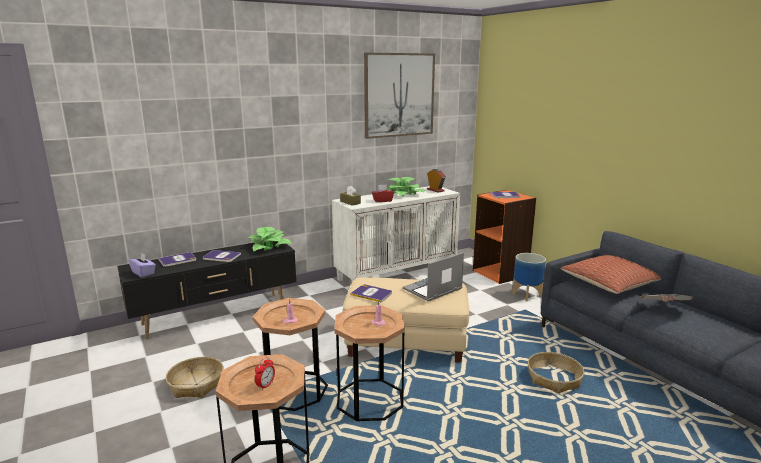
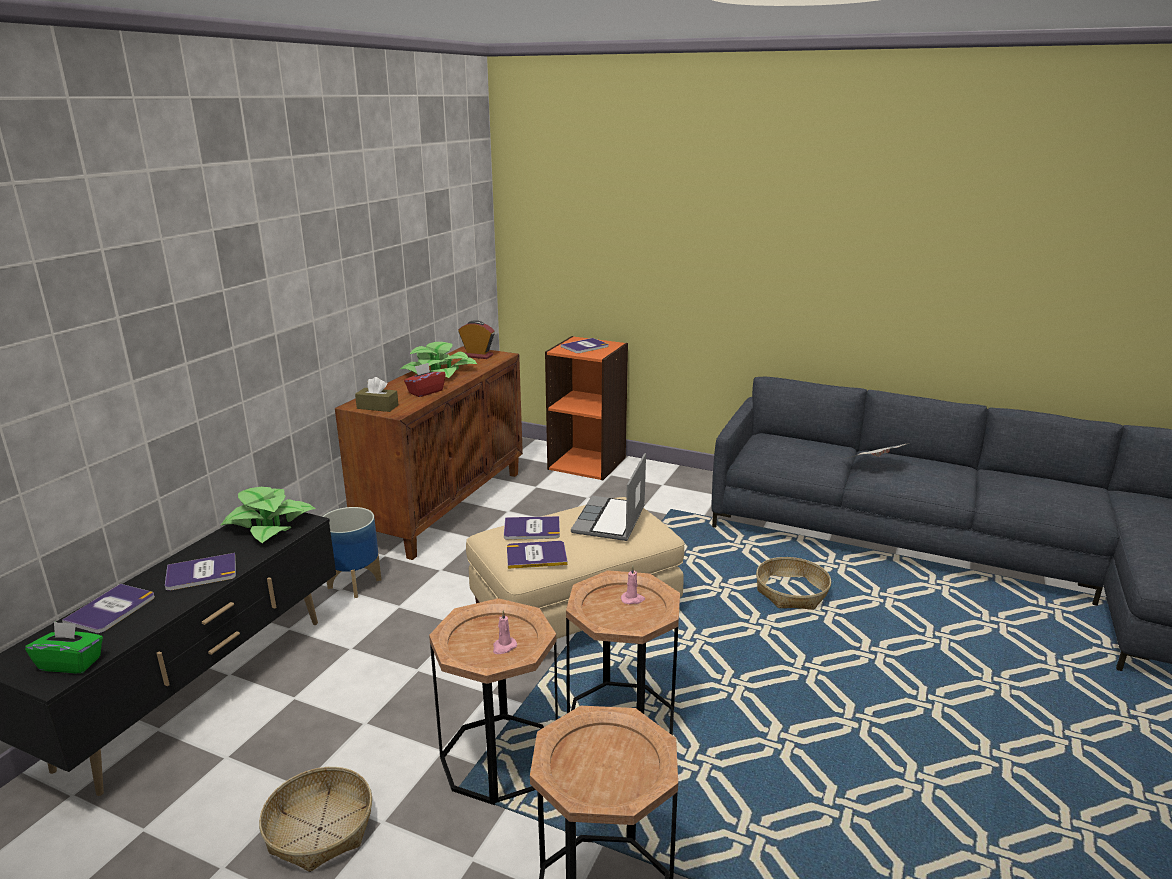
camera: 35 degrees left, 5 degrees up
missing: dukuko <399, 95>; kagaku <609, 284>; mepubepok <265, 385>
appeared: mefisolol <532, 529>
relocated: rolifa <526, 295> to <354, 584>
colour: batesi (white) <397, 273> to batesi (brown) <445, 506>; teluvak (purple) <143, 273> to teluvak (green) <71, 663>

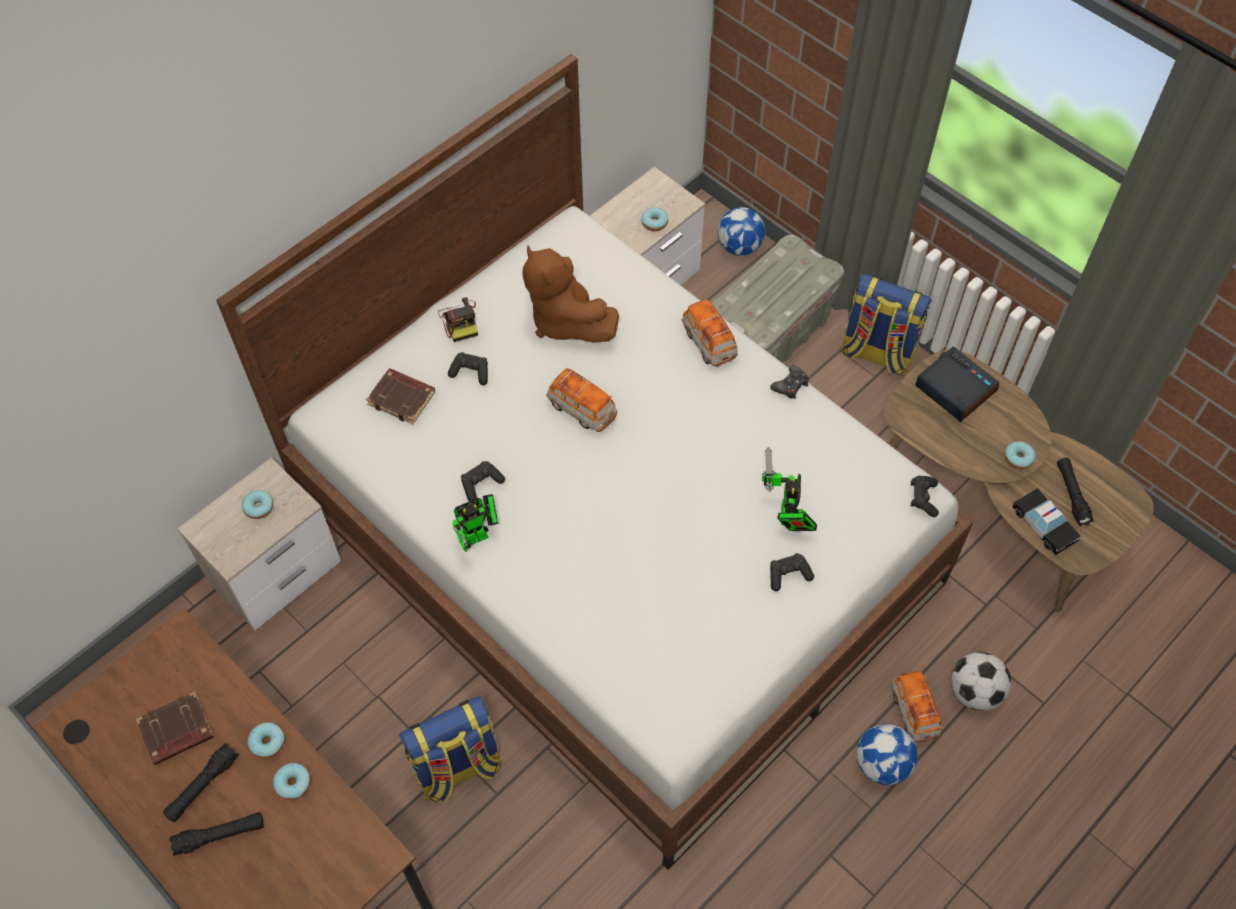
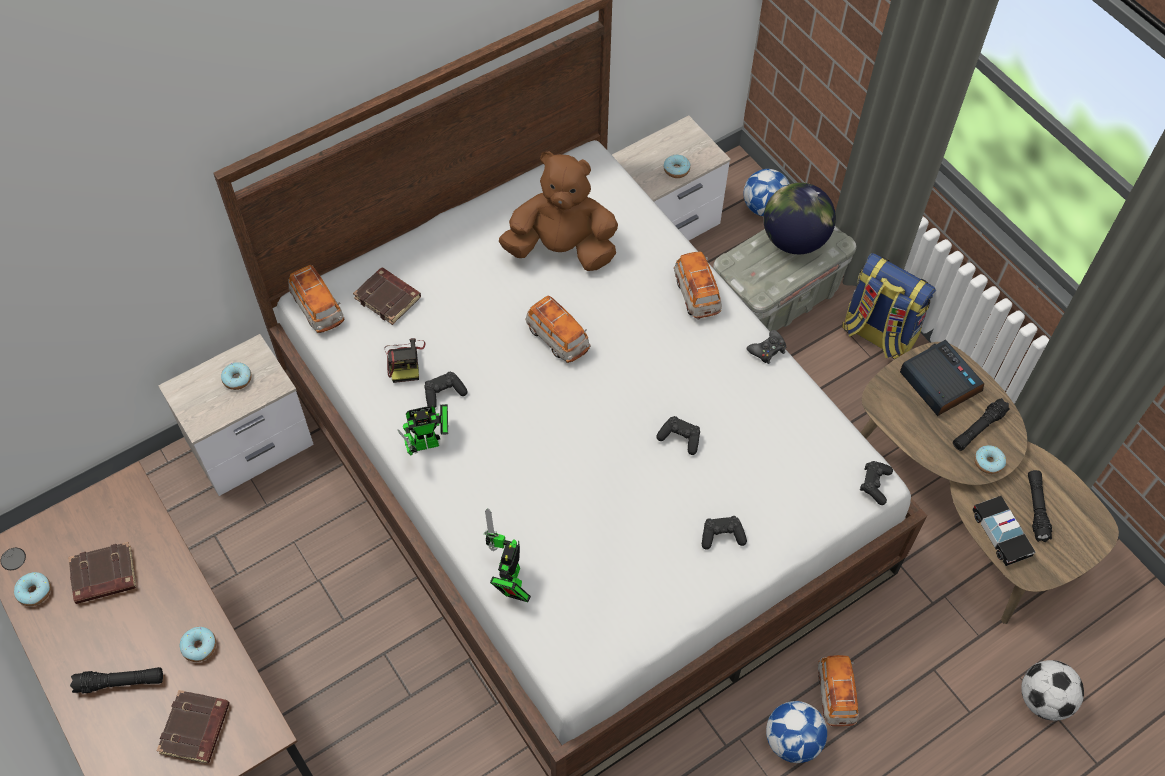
camera: 10 degrees right, 0 degrees up
missing: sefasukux <457, 768>
appeared: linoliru <794, 240>; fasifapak <318, 308>; mefisolol (brown) <196, 729>
relocated: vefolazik <460, 321> to <405, 361>; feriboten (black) <471, 372> to <680, 438>; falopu <787, 518> to <509, 582>; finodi <974, 692> to <1043, 699>; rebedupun <268, 743> to <35, 592>; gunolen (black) <202, 786> to <978, 429>
spun: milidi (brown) <565, 320> = <562, 249> 120 degrees clockwise

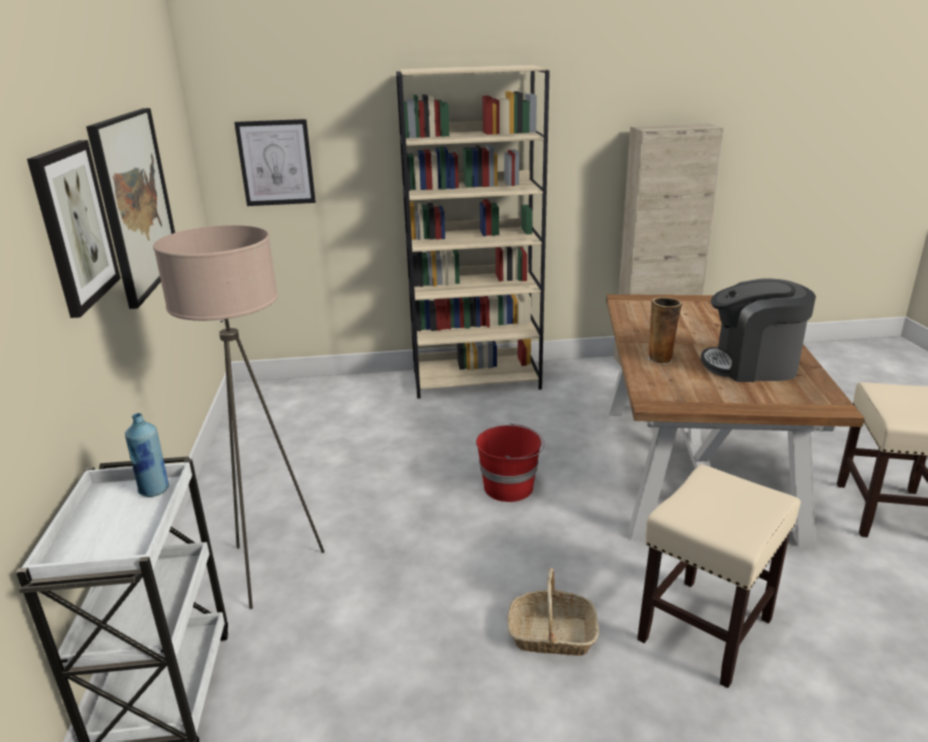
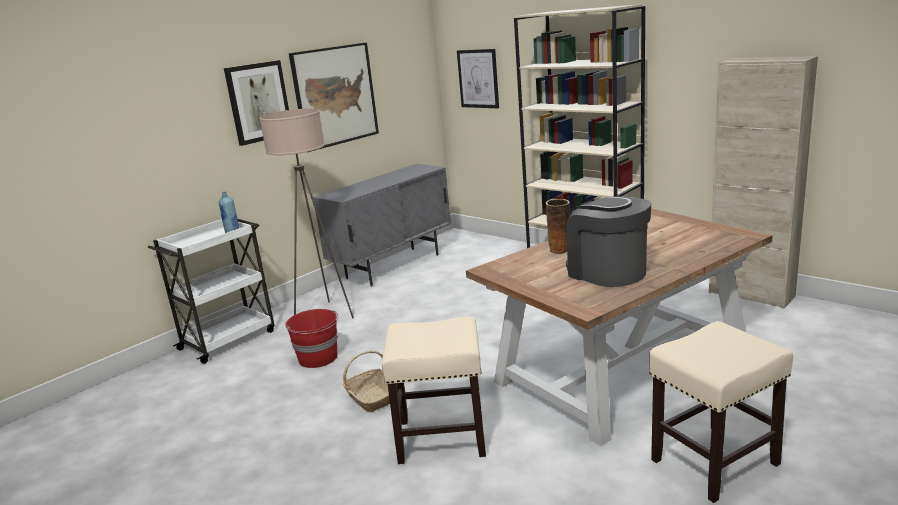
camera: 50 degrees right, 5 degrees down
appeared: batesi (grey) <393, 266>
relocated: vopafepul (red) <509, 487> to <318, 358>

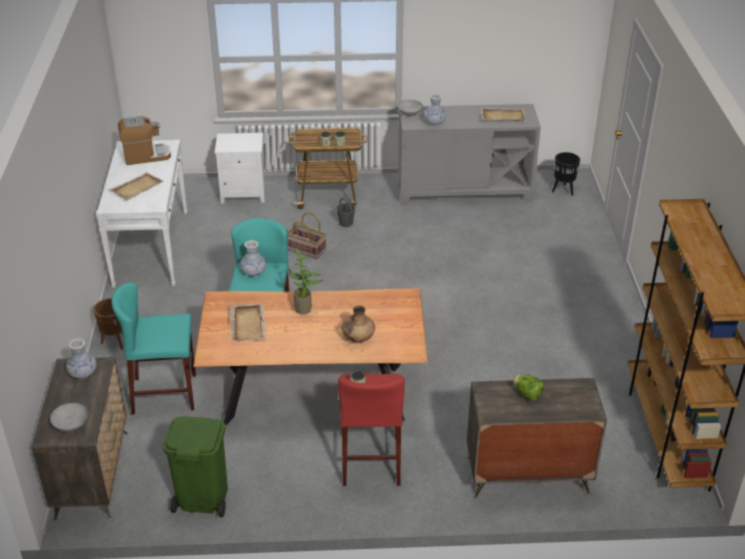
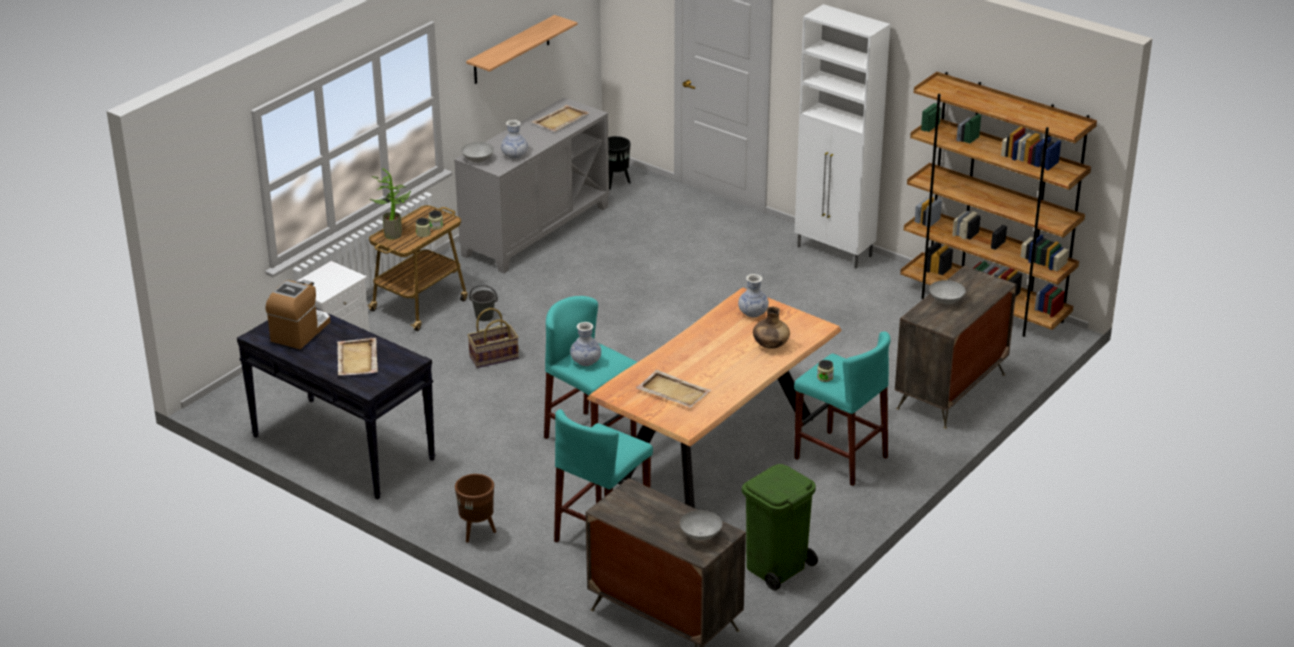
camera: 50 degrees left, 5 degrees down
appeared: batesi (white) <835, 252>; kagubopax <511, 50>
relocated: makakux <305, 309> to <394, 234>; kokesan <83, 373> to <753, 313>
exchanged: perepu <527, 394> to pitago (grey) <946, 301>
colour: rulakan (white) <151, 247> to rulakan (black) <342, 447>; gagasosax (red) <371, 460> to gagasosax (turquoise) <840, 457>

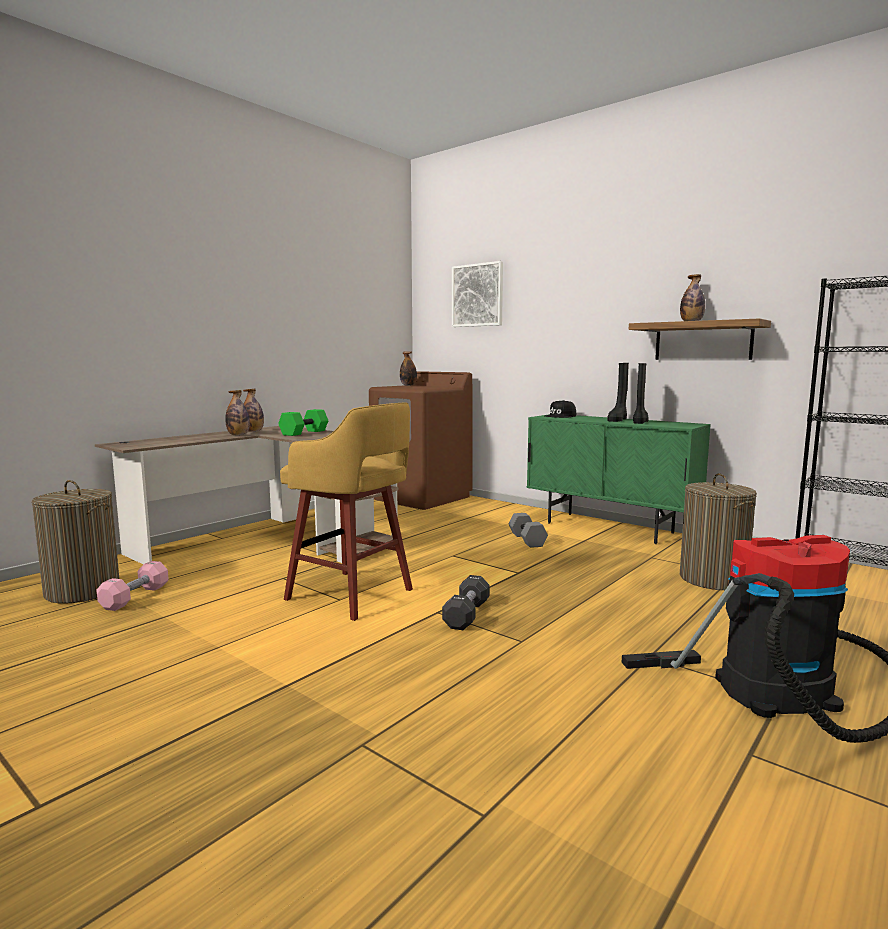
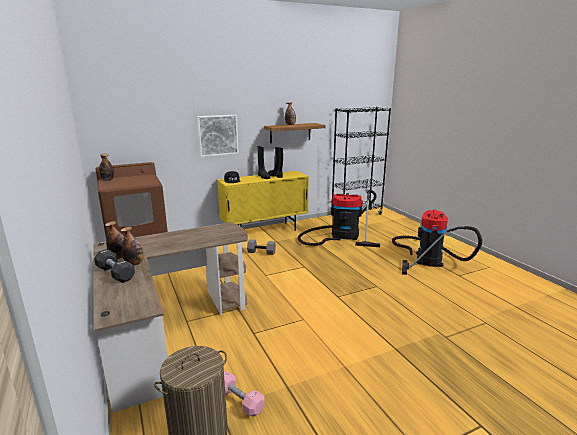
camera: 65 degrees left, 10 degrees up
missing: gagasosax (yellow) <352, 595>; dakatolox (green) <304, 433>
relocated: dukuko <477, 295> to <218, 135>; dakatolox (black) <466, 615> to <115, 273>
exchanged: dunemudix <713, 579> to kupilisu <341, 235>
colour: batesi (green) <609, 528> to batesi (yellow) <265, 231>

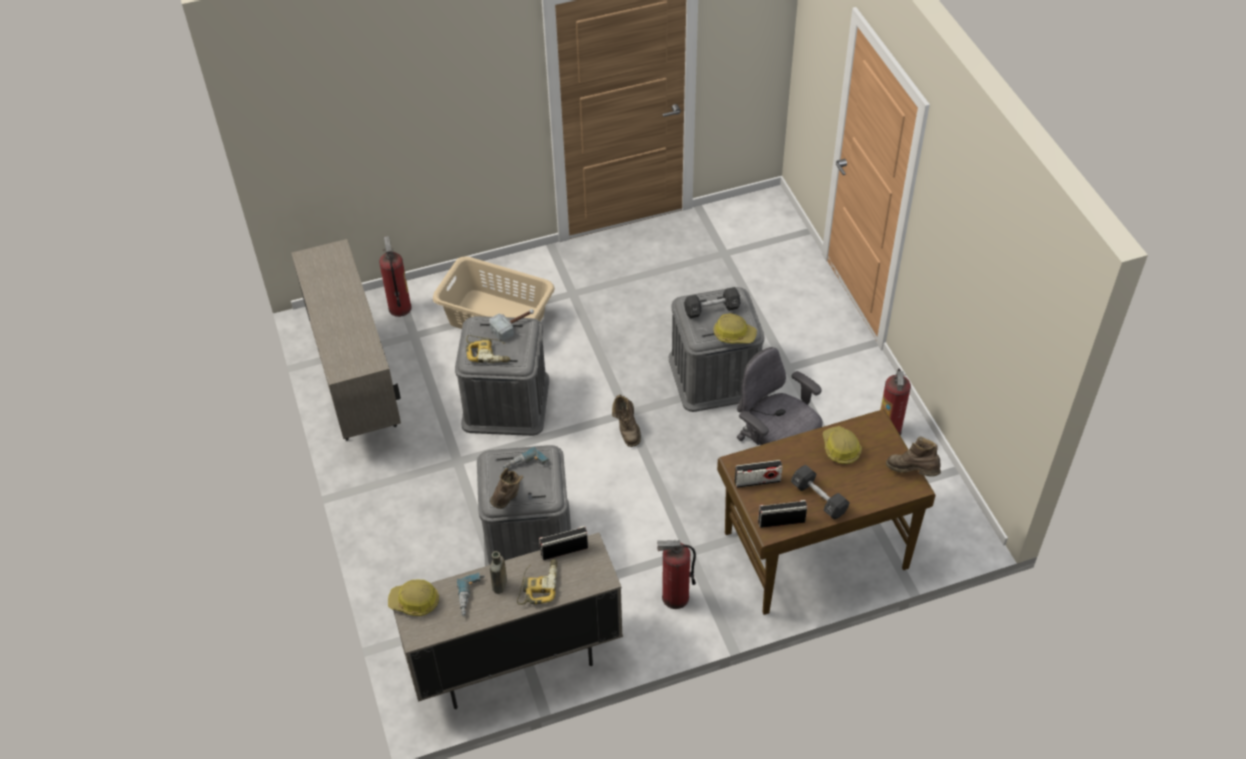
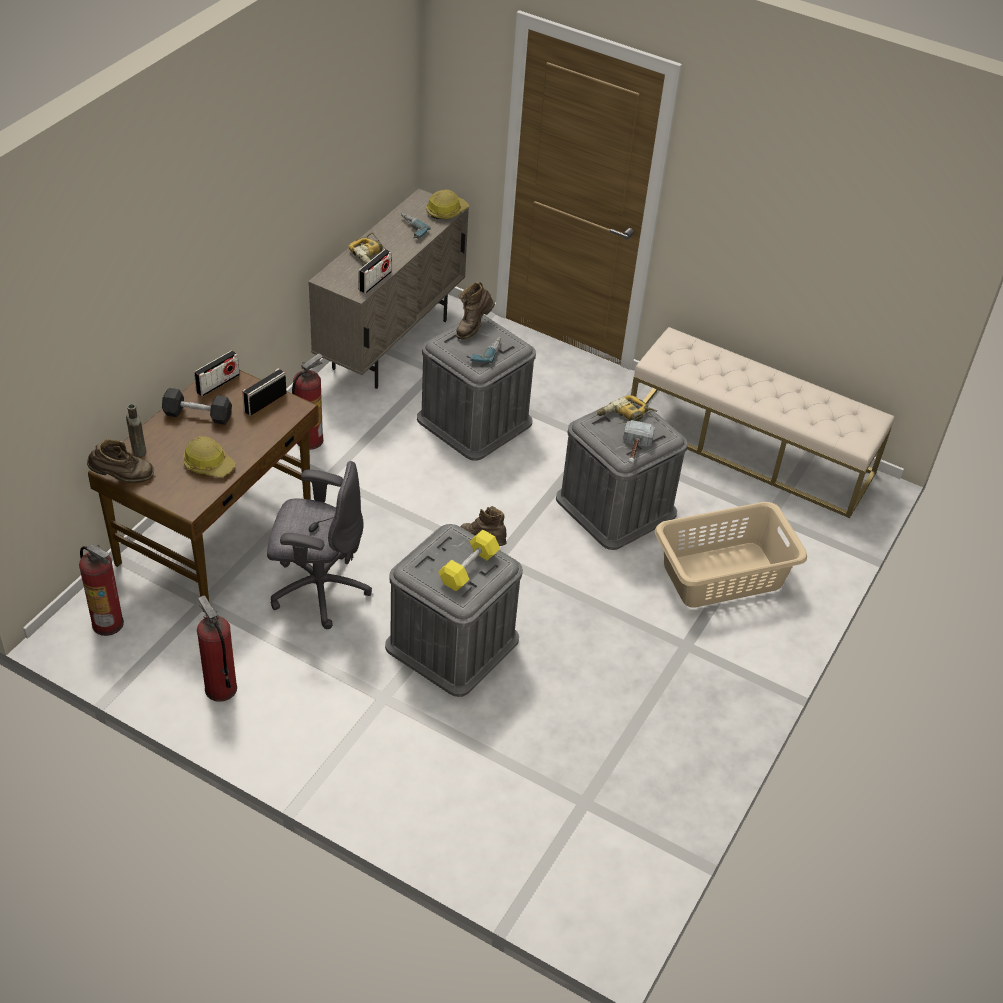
camera: 135 degrees right, 5 degrees down
missing: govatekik <734, 334>
relocated: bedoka <399, 308> to <108, 623>; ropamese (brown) <499, 586> to <138, 449>
exchanged: batesi (beige) <357, 387> to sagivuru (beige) <750, 448>
colour: dakatolox (black) <711, 309> to dakatolox (yellow) <468, 568>
spun: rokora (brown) <507, 497> = <473, 327> 60 degrees clockwise

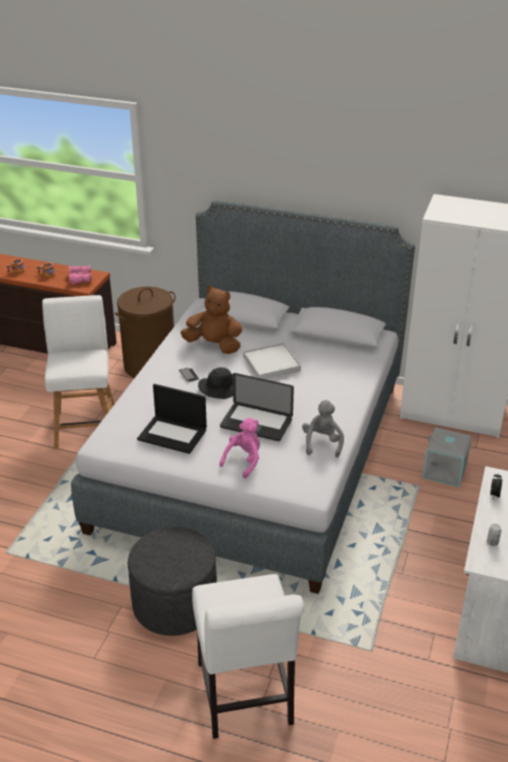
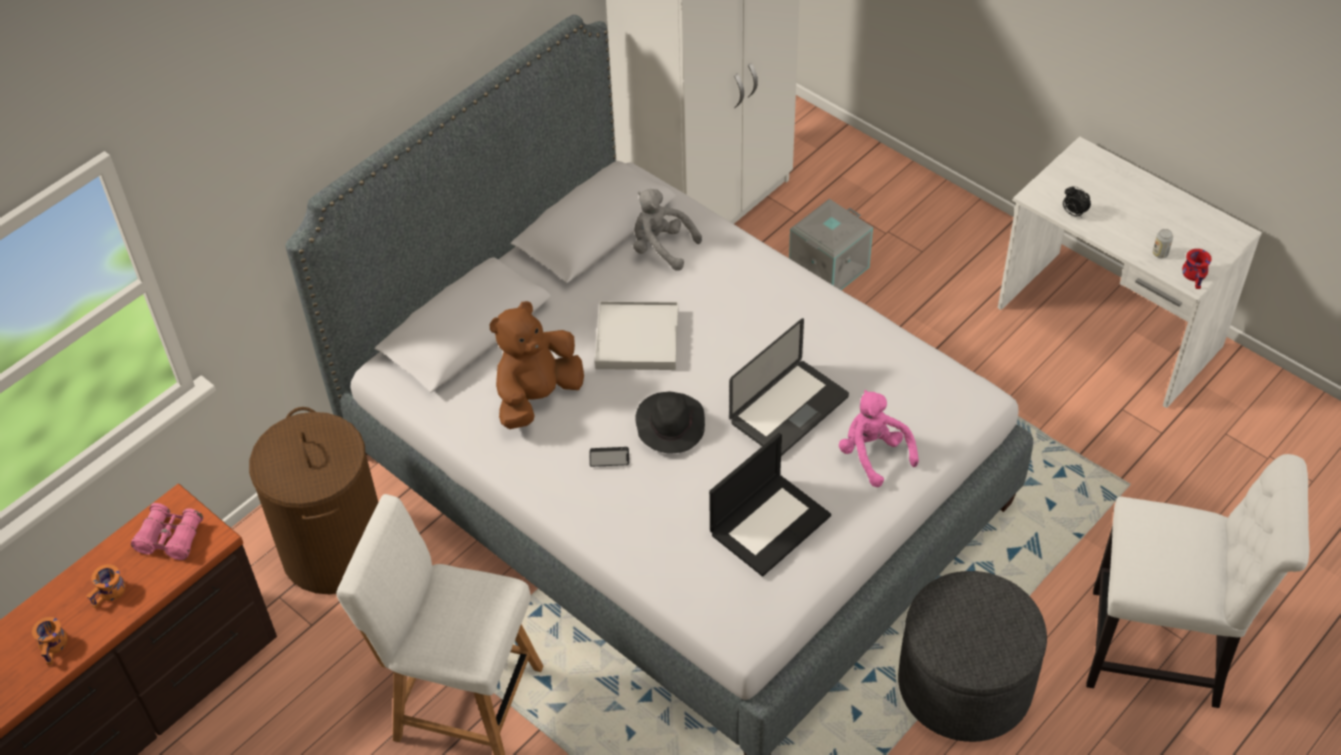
camera: 65 degrees left, 15 degrees up
appeared: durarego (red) <1196, 276>
relocated: milidi (grey) <322, 443> to <661, 247>

